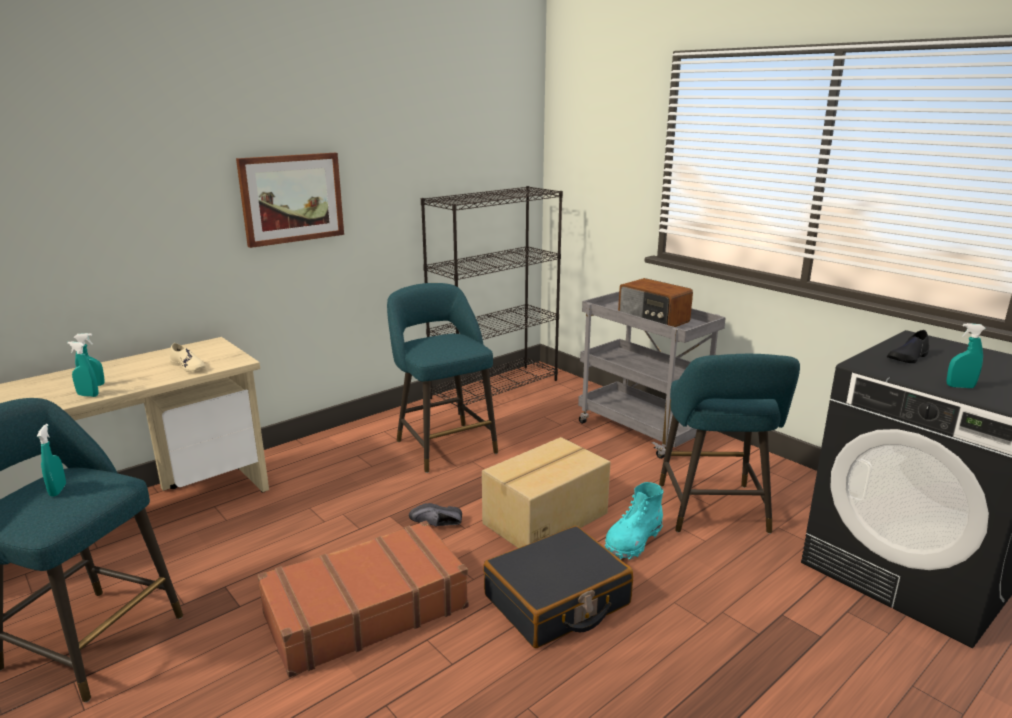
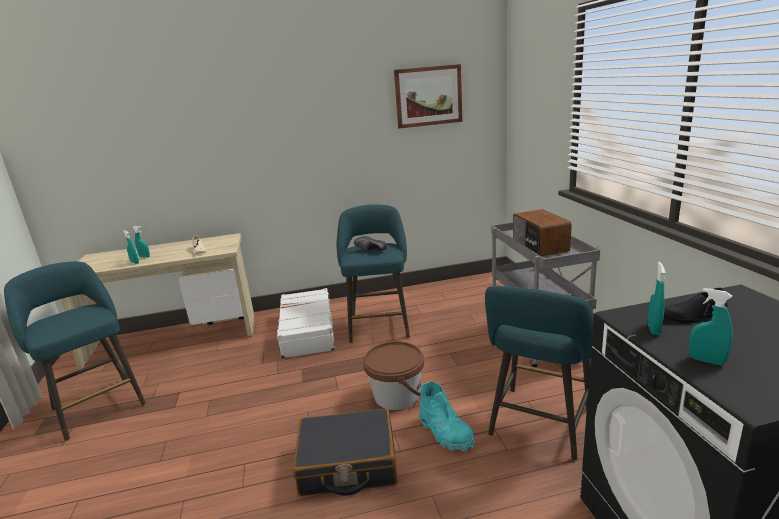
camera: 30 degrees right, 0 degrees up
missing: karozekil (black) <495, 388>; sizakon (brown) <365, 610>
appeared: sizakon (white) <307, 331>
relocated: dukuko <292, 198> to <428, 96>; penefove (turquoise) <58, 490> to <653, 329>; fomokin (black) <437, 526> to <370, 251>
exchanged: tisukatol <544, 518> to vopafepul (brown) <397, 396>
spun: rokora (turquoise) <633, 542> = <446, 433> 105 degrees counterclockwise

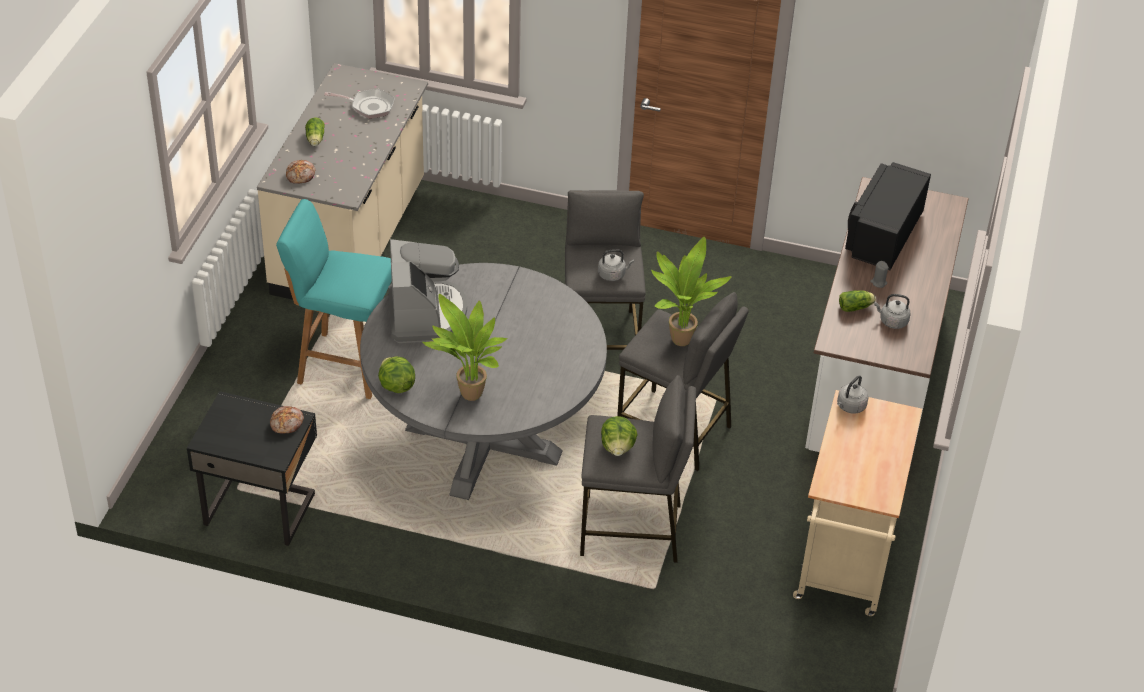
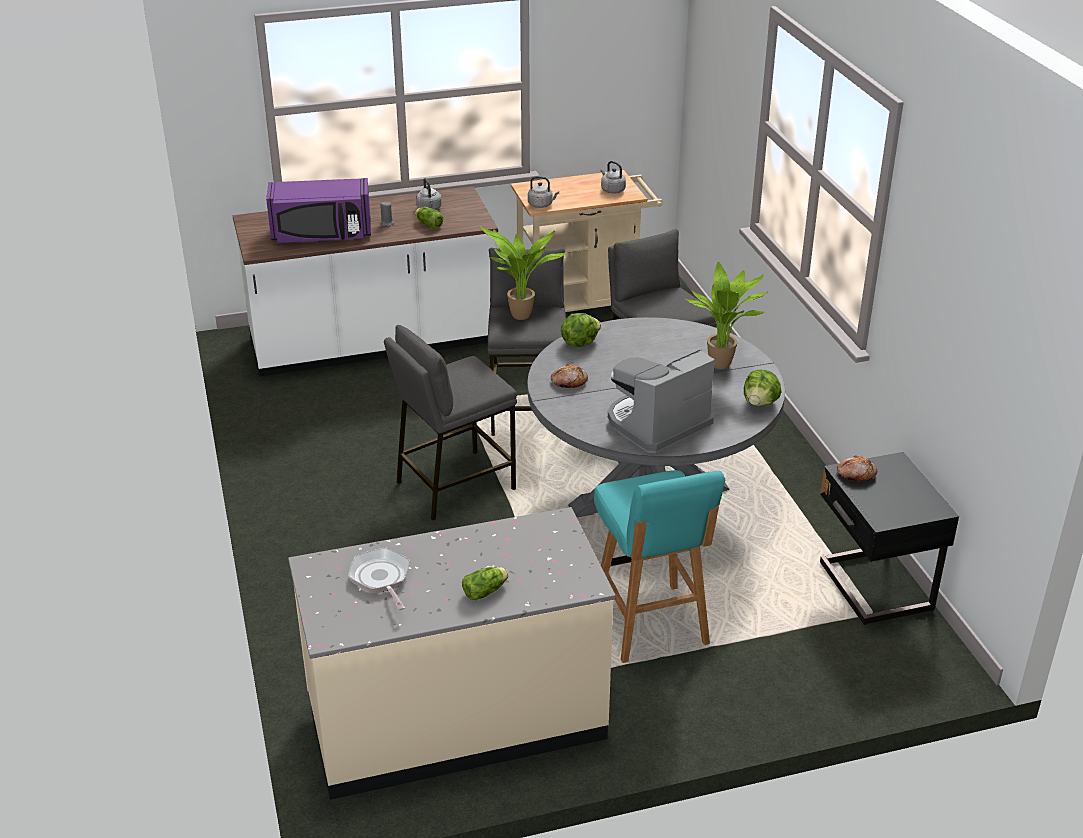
camera: 120 degrees left, 10 degrees down
relocated: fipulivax <301, 175> to <568, 381>; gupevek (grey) <613, 274> to <612, 190>; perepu <618, 447> to <579, 343>
colour: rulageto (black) <882, 235> to rulageto (purple) <322, 235>

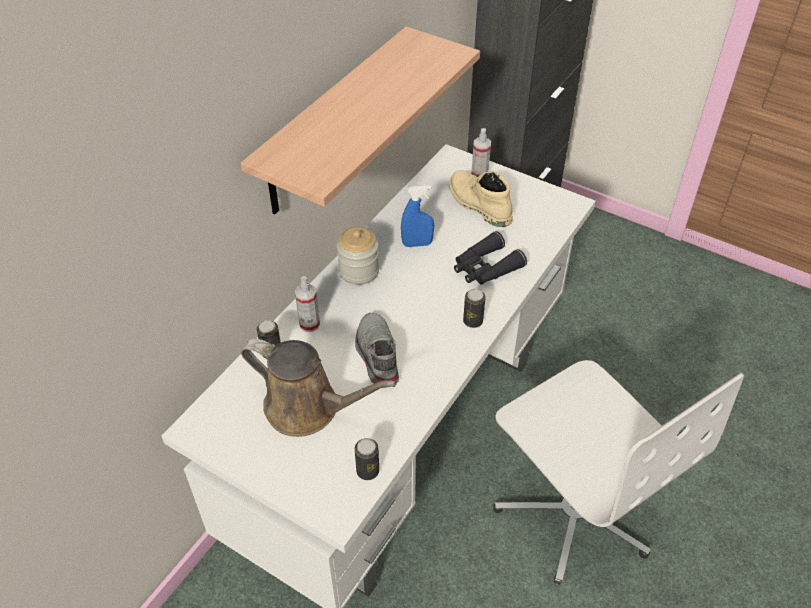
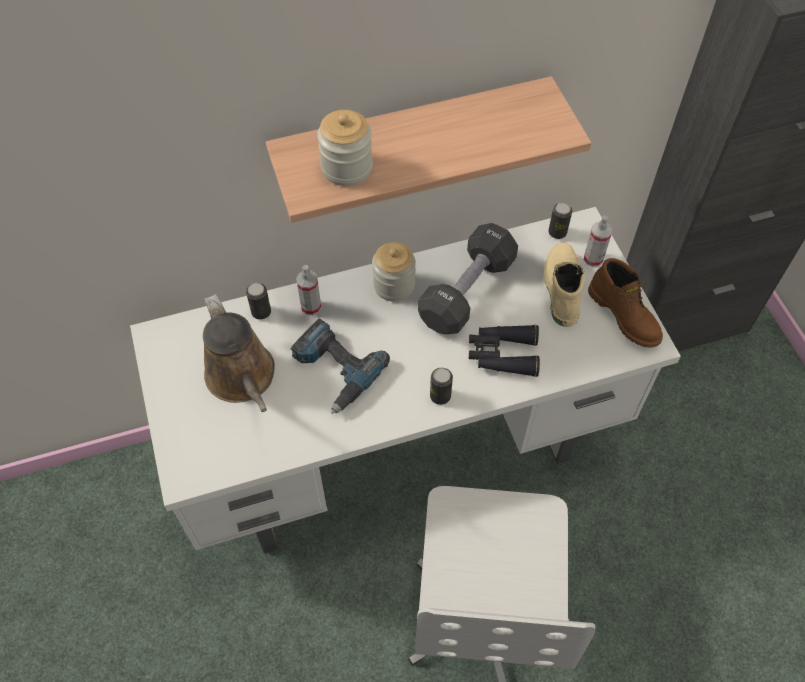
camera: 40 degrees right, 10 degrees up
appeared: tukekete <347, 168>; rokora (brown) <625, 315>
relocated: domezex <367, 471> to <557, 232>
exchanged: penefove (blue) <417, 244> to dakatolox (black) <467, 291>; fomokin (grey) <376, 355> to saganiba <334, 370>

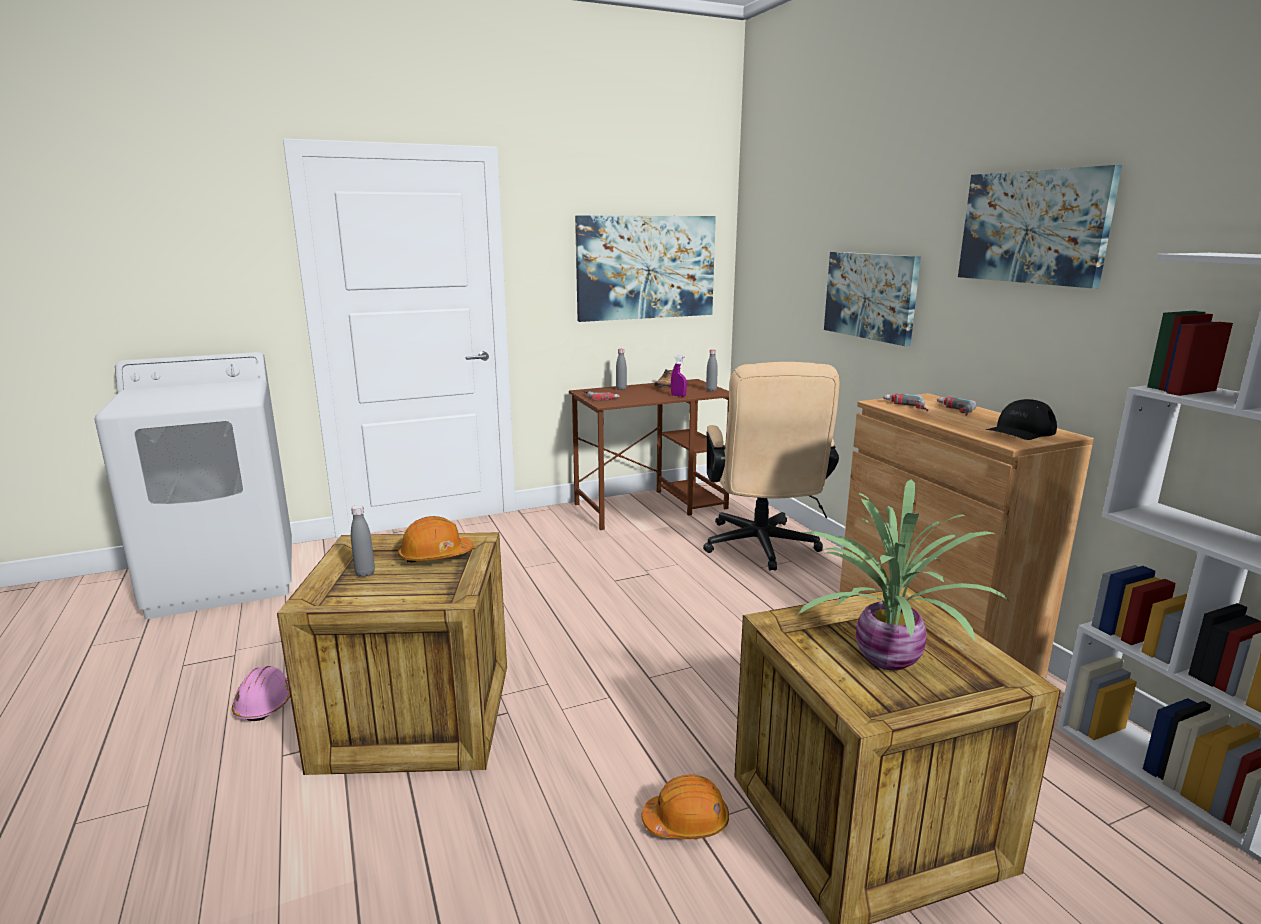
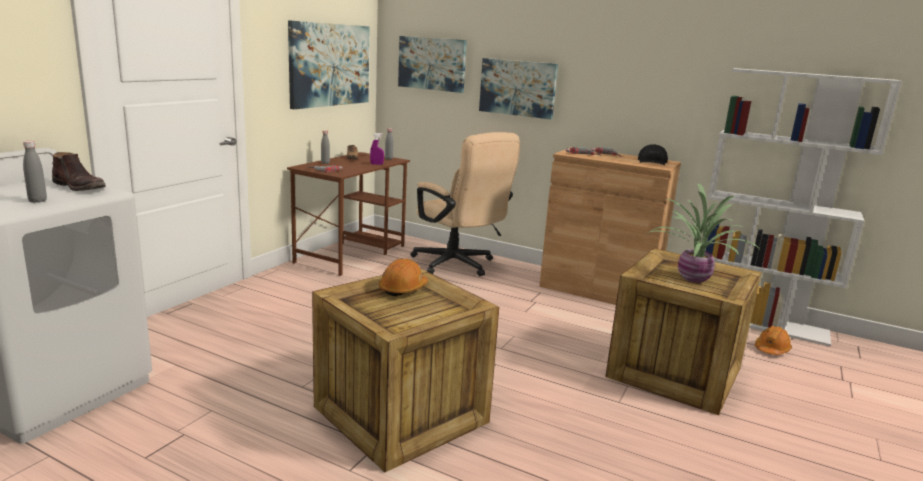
camera: 40 degrees left, 0 degrees up
missing: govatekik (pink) <265, 704>
appeared: rokora (brown) <80, 187>
relocated: dukuko <1034, 227> to <432, 63>; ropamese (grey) <365, 573> to <38, 201>; govatekik (orange) <686, 822> to <771, 349>

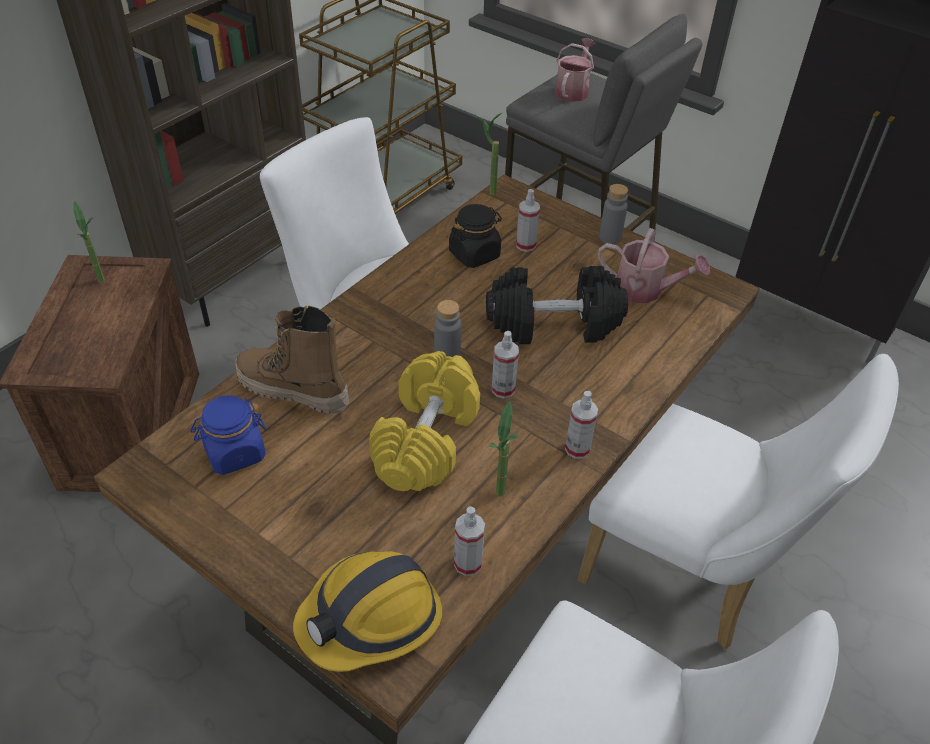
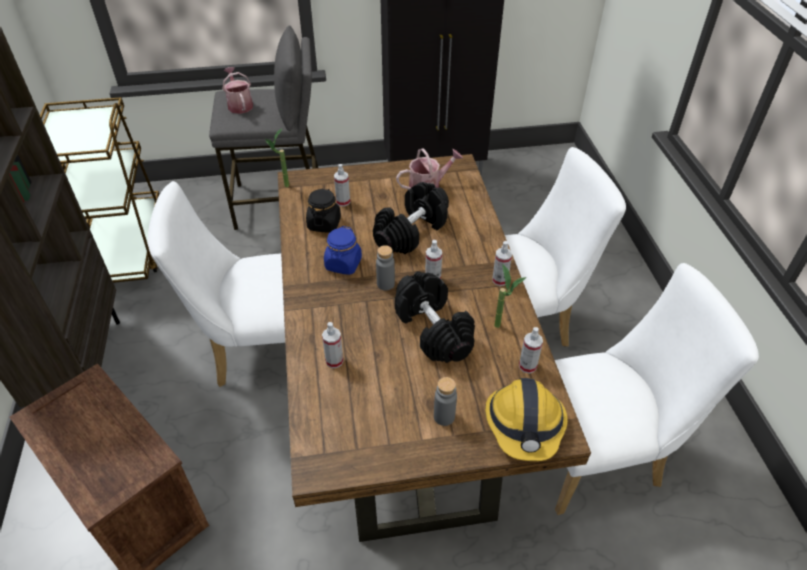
camera: 45 degrees left, 0 degrees up
missing: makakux <104, 284>
relocated: ropamese (grey) <610, 237> to <444, 417>; tukekete (blue) <234, 453> to <343, 264>
exchanged: rokora <293, 391> to penefove <334, 361>
colour: dakatolox (yellow) <426, 440> to dakatolox (black) <434, 330>

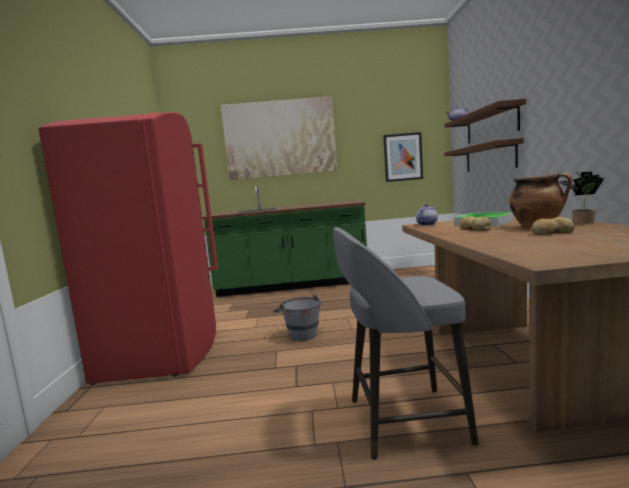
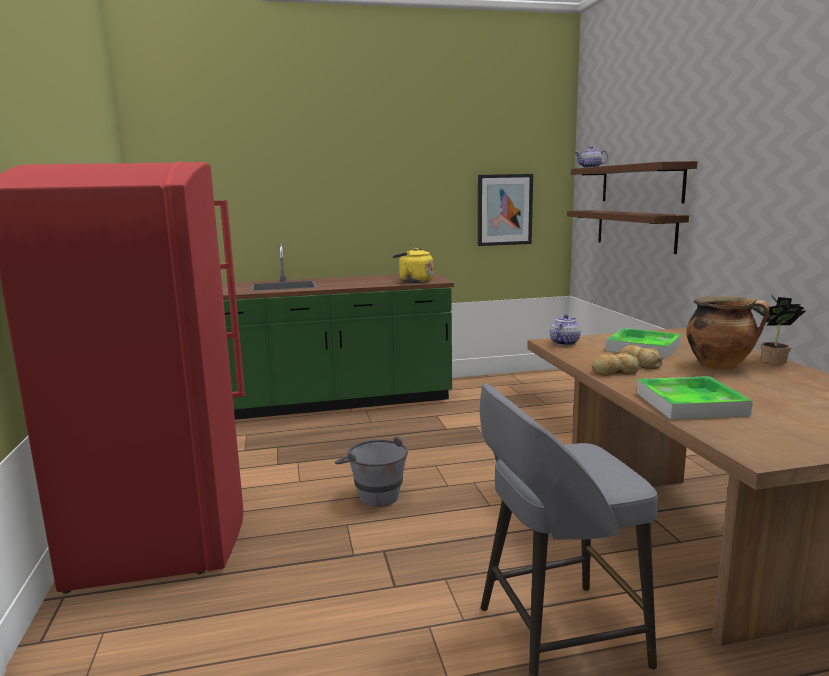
camera: 10 degrees left, 5 degrees up
missing: dukuko <280, 138>
appeared: gupevek (yellow) <413, 281>; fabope <690, 404>
relocated: fipulivax <551, 233> to <613, 372>

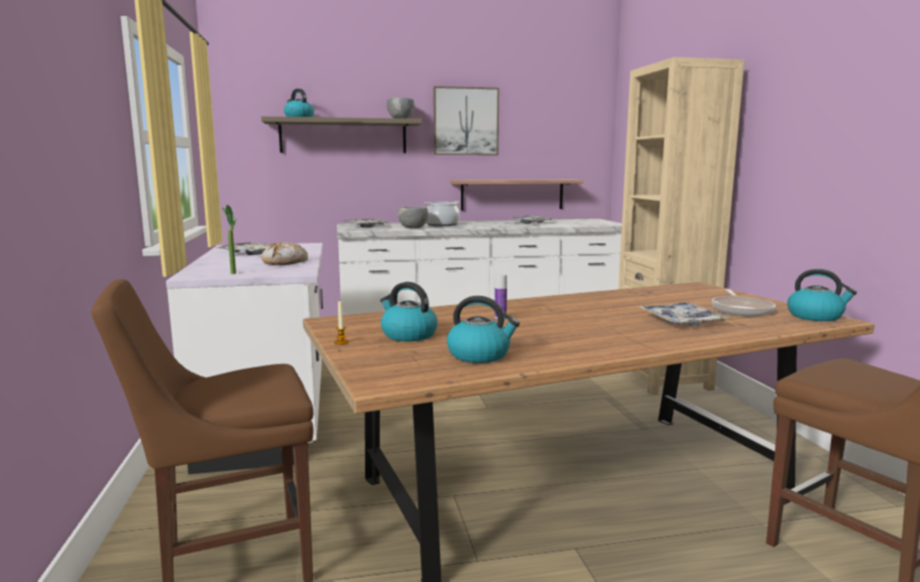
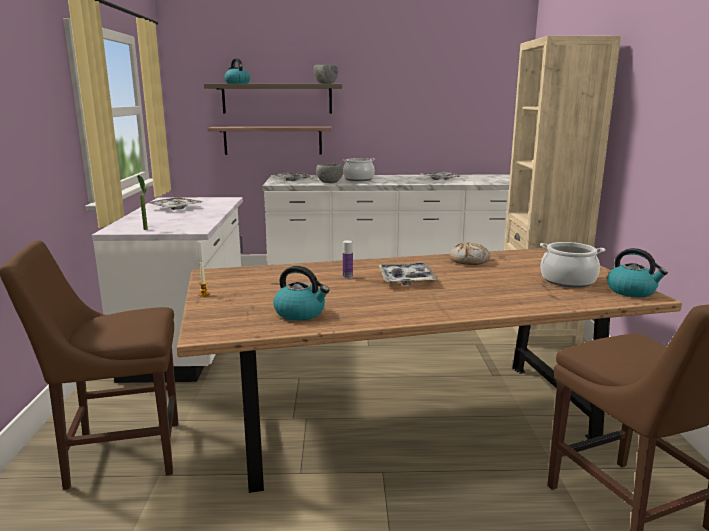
camera: 10 degrees right, 5 degrees up
missing: dukuko <465, 121>; gupevek <408, 335>
relocated: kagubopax <512, 194> to <273, 140>; fipulivax <285, 262> to <469, 261>; fabope <681, 321> to <406, 279>
exchanged: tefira <741, 310> to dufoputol <567, 280>

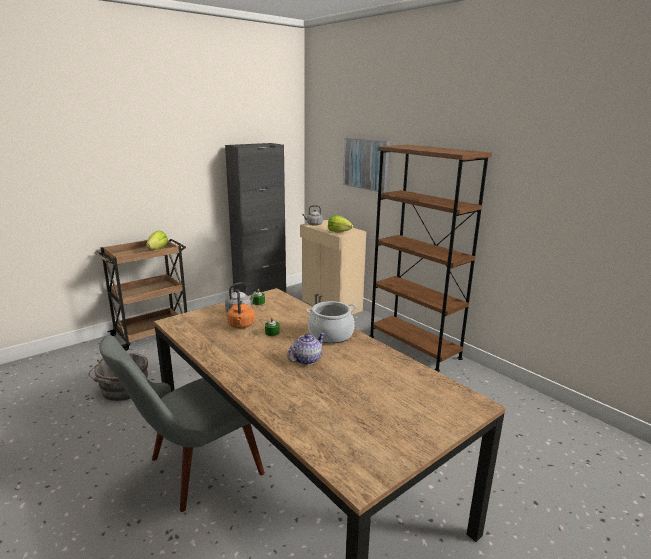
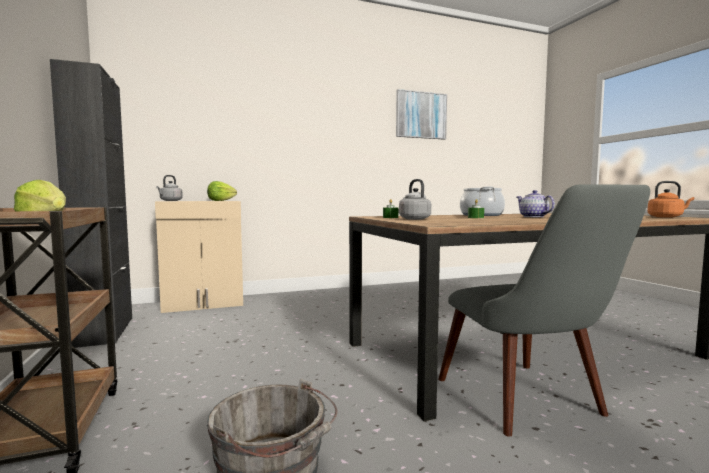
camera: 70 degrees left, 15 degrees down
missing: karozekil (brown) <413, 347>
relocated: dukuko <366, 164> to <421, 115>; gupevek (orange) <241, 325> to <667, 217>

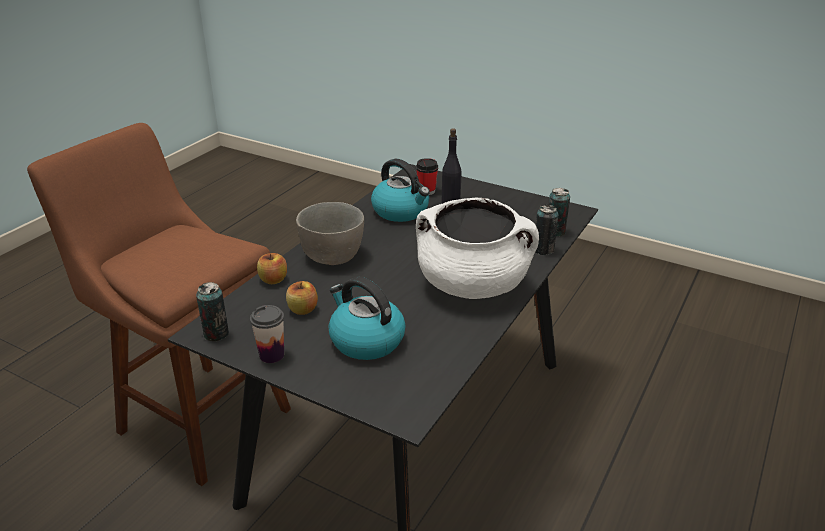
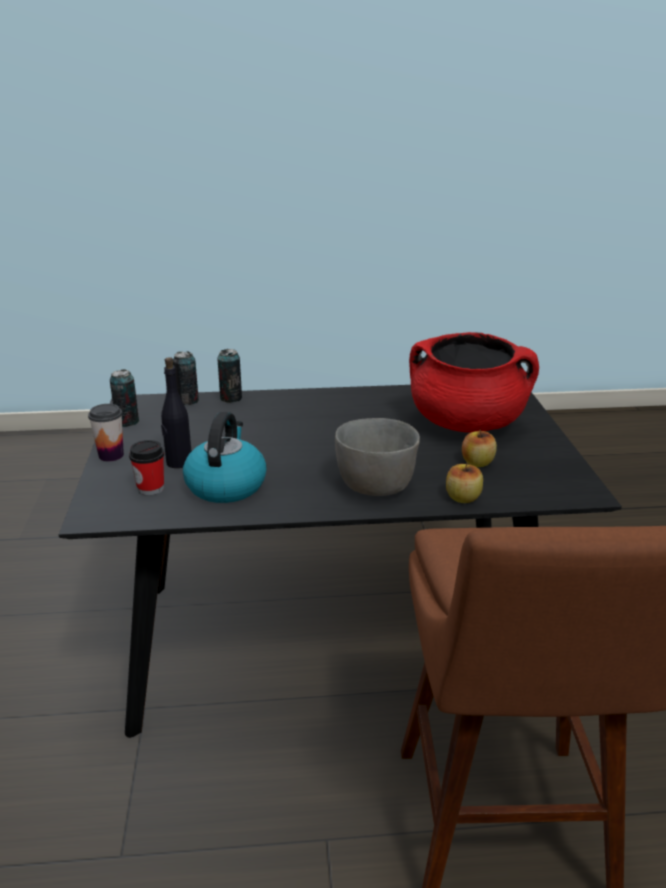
camera: 125 degrees left, 5 degrees down
missing: dufoputol (white) <473, 285>
relocated: domezex <216, 334> to <127, 422>; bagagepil <271, 355> to <111, 455>
exchanged: gupevek <365, 340> to dufoputol (red) <467, 423>

